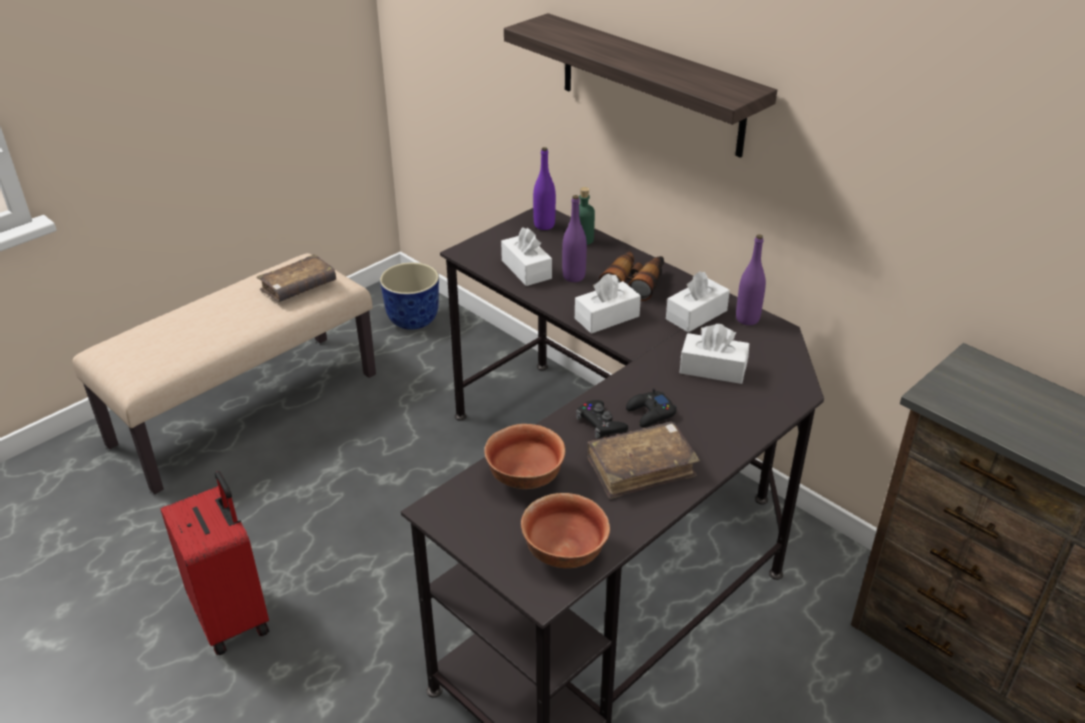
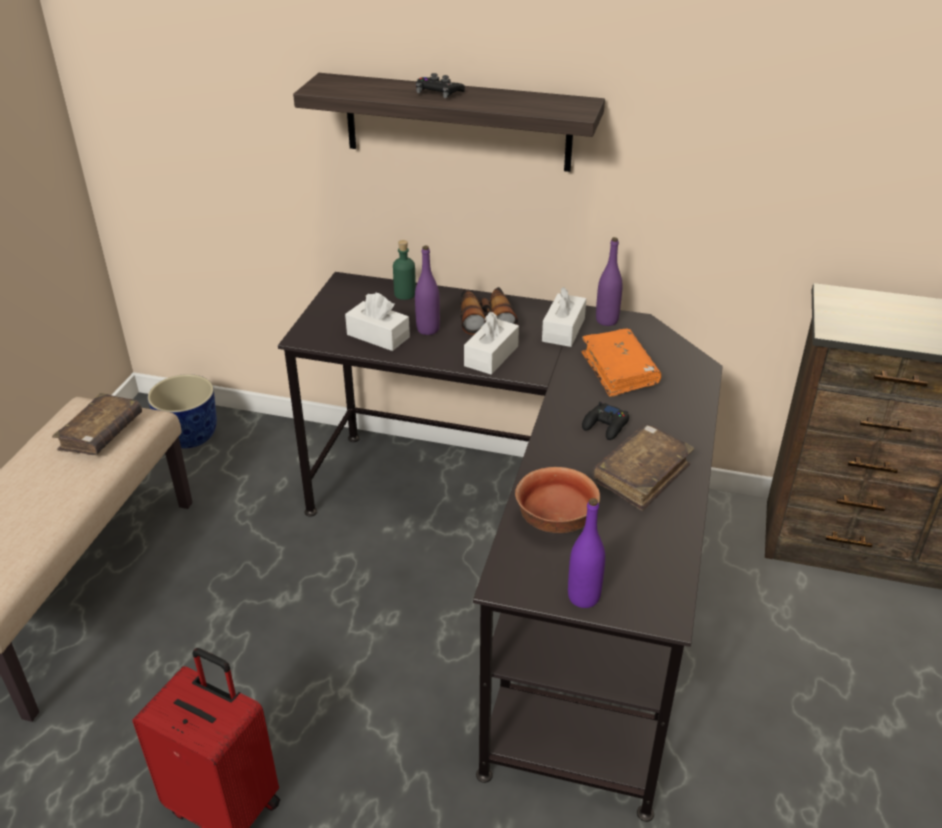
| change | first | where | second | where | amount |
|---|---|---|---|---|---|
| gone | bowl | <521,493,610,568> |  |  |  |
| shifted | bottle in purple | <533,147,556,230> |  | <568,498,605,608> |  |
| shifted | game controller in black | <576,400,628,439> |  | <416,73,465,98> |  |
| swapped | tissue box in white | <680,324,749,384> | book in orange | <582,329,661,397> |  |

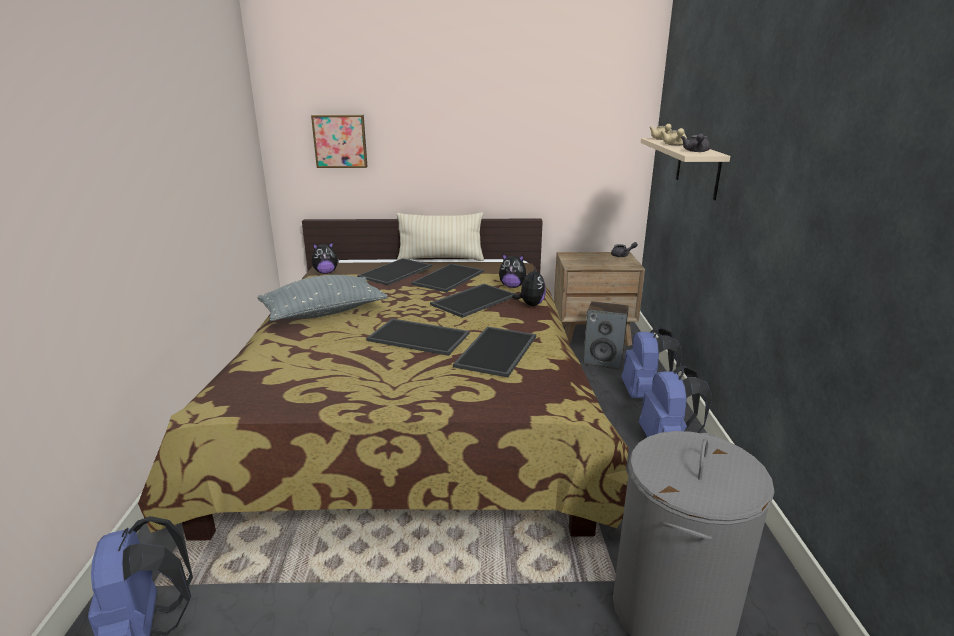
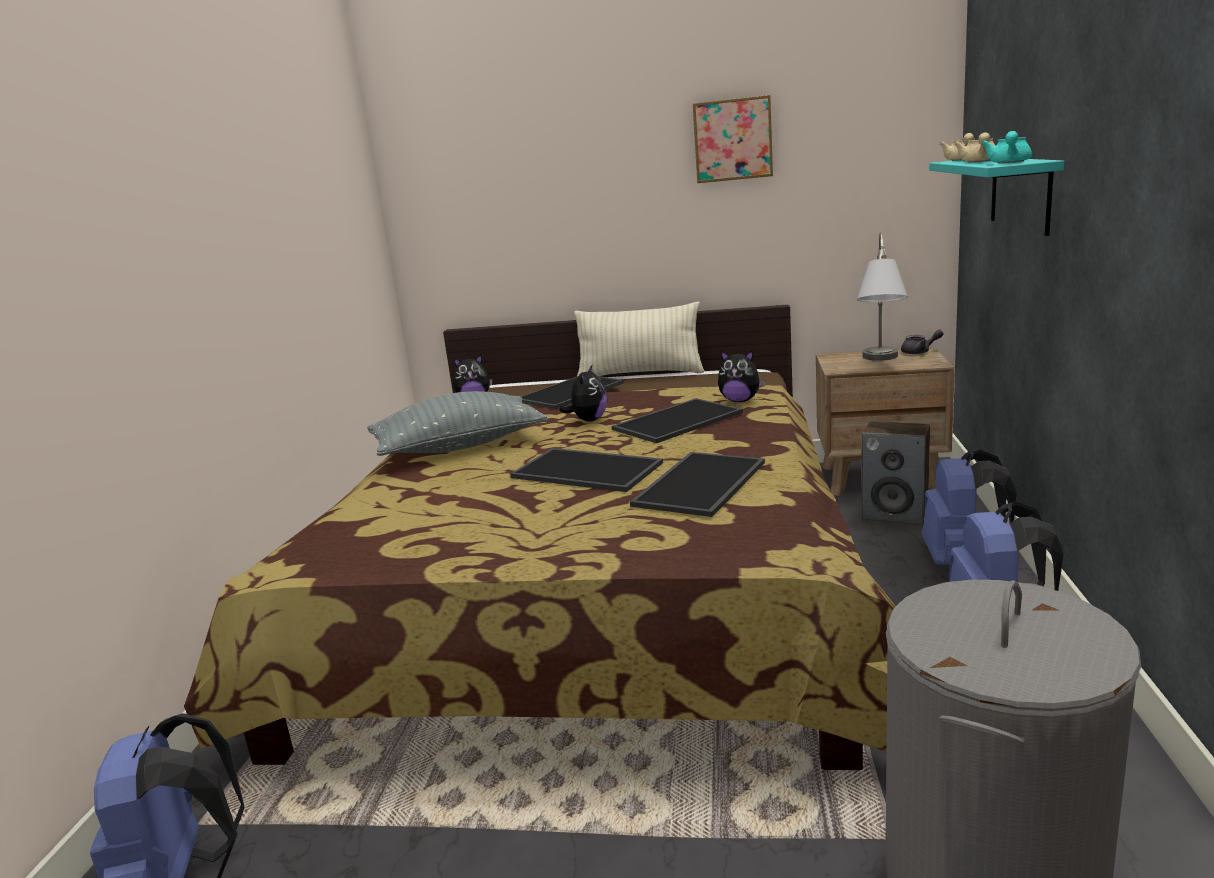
| change | first | where | second | where | amount |
|---|---|---|---|---|---|
| gone | tray | <411,264,484,292> |  |  |  |
| new |  |  | table lamp in grey | <857,232,908,361> |  |
| shifted | picture | <311,115,368,168> |  | <693,95,773,183> |  |
| shifted | plush toy | <512,266,546,306> |  | <559,365,607,422> |  |
| repainted | shelf in beige | <641,138,730,200> | shelf in turquoise | <929,159,1065,236> |  |
| repainted | teapot in grey | <681,133,710,152> | teapot in turquoise | <982,131,1032,163> |  |

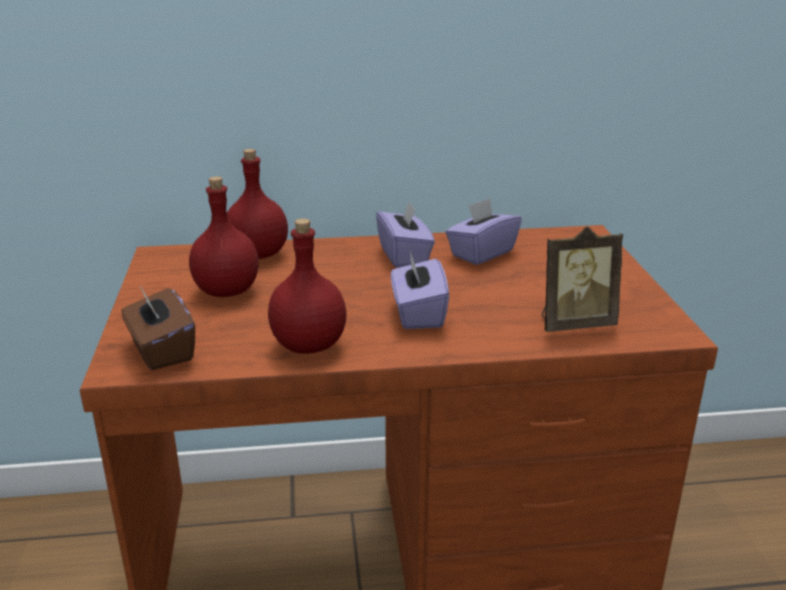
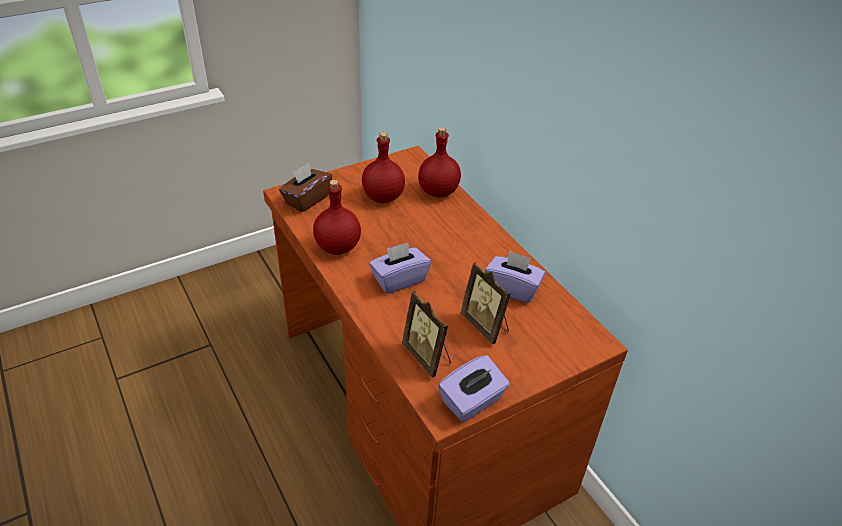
| change | first | where | second | where | amount |
|---|---|---|---|---|---|
| new |  |  | picture frame | <460,262,511,345> |  |
| shifted | tissue box in purple | <376,200,435,267> |  | <438,355,510,422> |  |

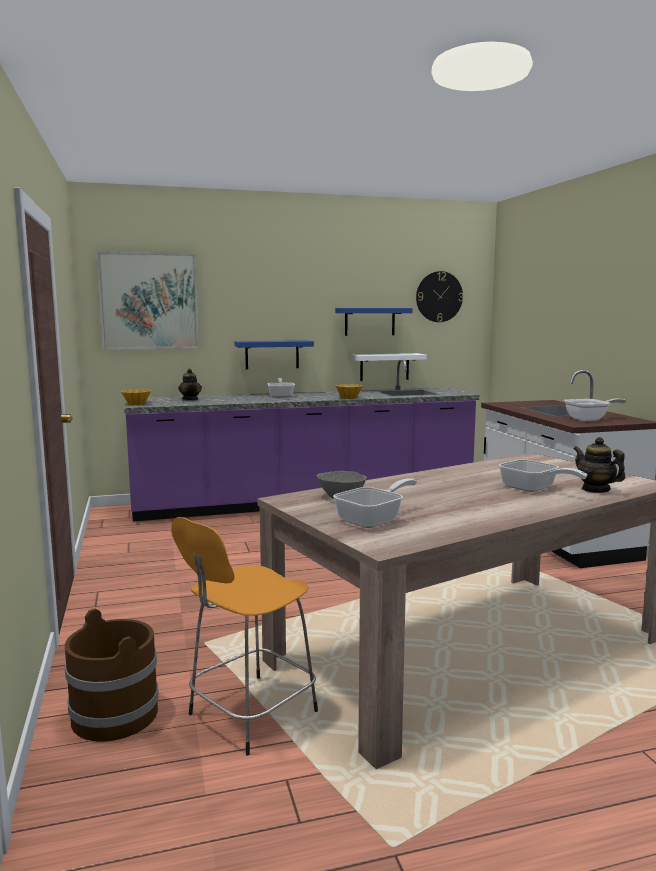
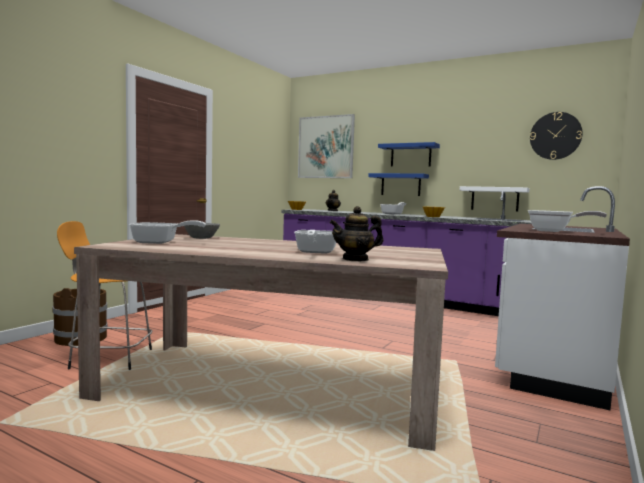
| change | first | where | second | where | amount |
|---|---|---|---|---|---|
| shifted | shelf in blue | <335,308,413,336> |  | <378,142,440,167> |  |
| rotated | teapot | <573,437,625,493> |  | <330,206,383,261> | 120 degrees counterclockwise |

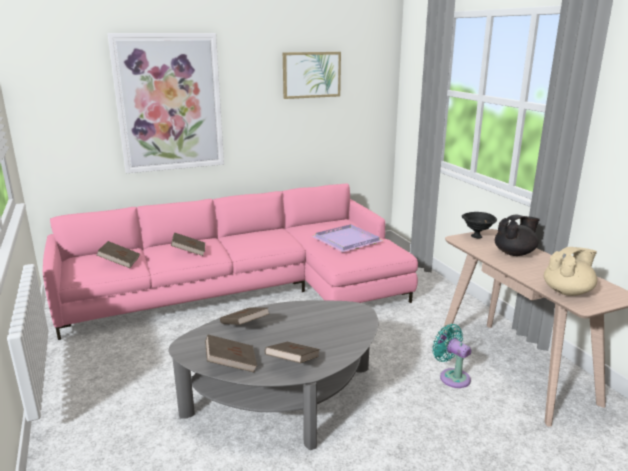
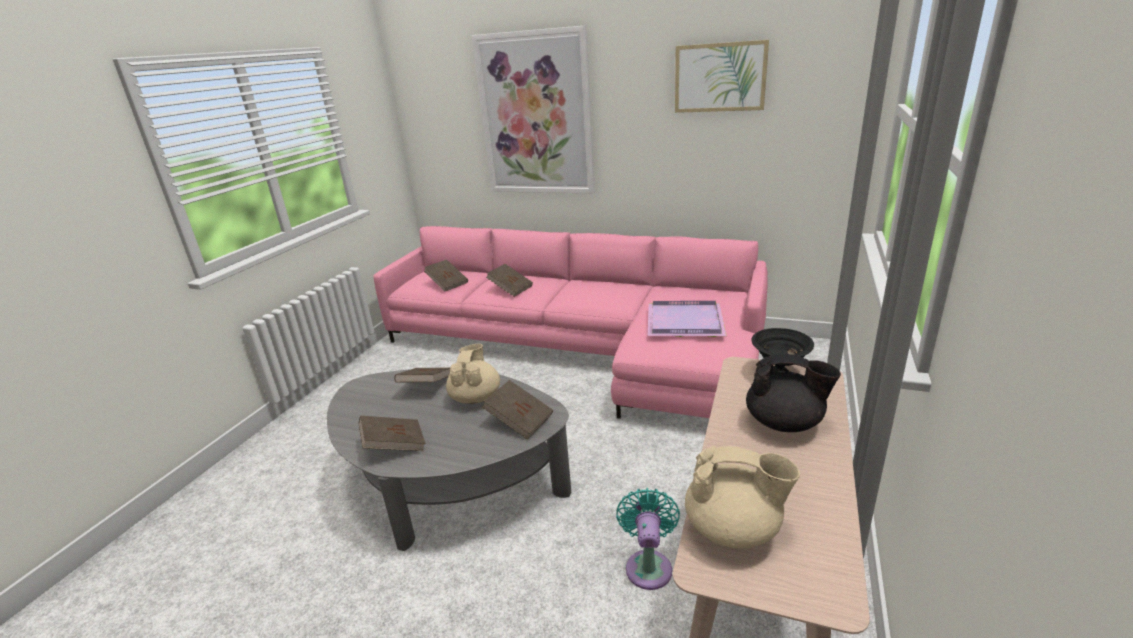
| change | first | where | second | where | amount |
|---|---|---|---|---|---|
| new |  |  | teapot in beige | <446,344,500,404> |  |
| shifted | book in brown | <205,335,257,373> |  | <482,380,553,439> |  |

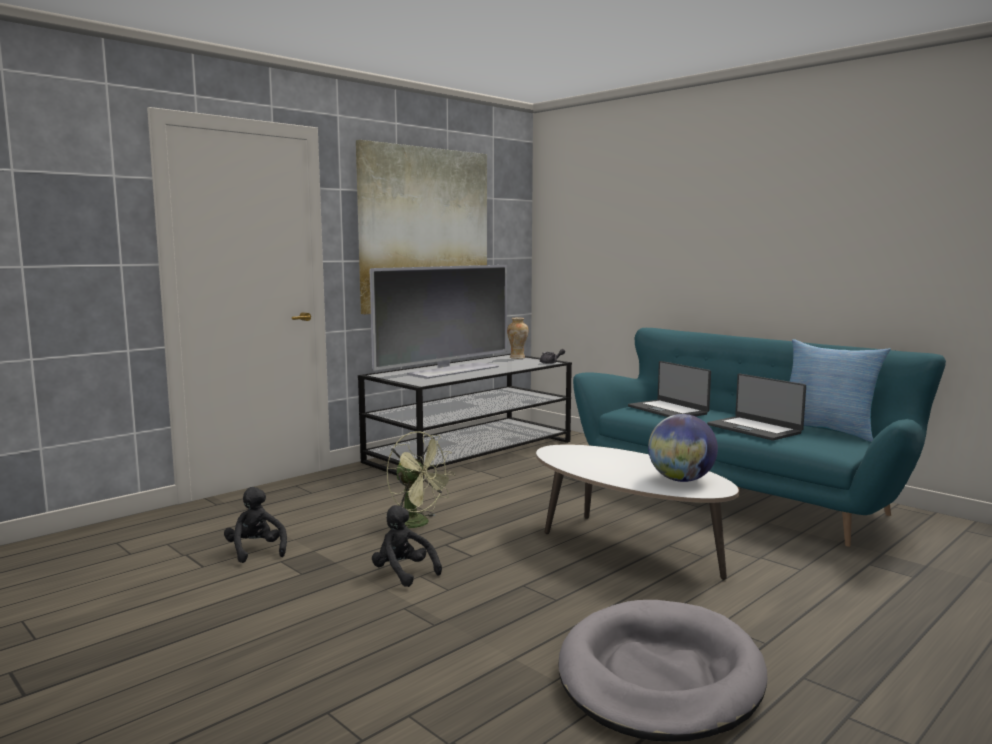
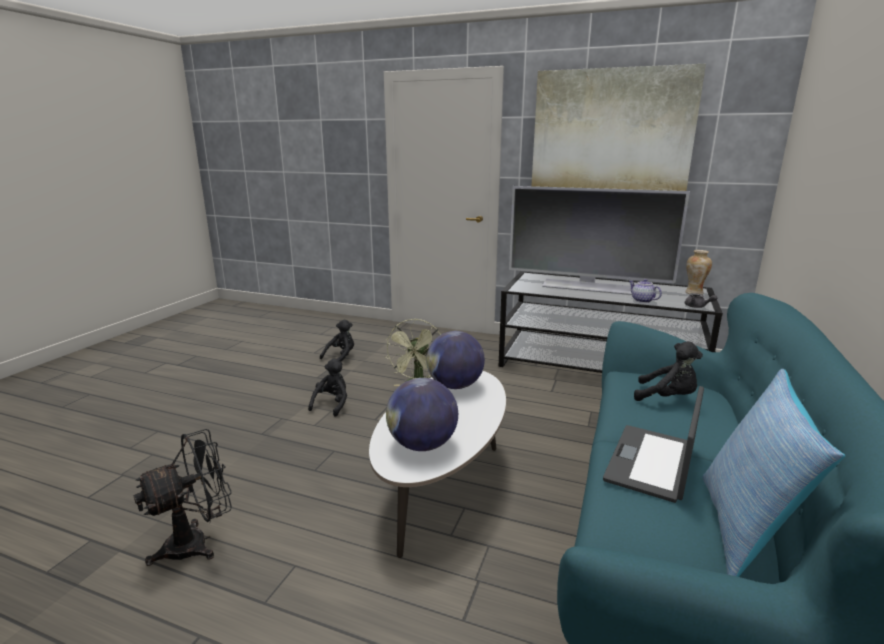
| change | first | where | second | where | amount |
|---|---|---|---|---|---|
| new |  |  | globe | <426,331,485,389> |  |
| new |  |  | teapot | <629,279,662,303> |  |
| swapped | dog bed in grey | <558,600,768,742> | fan in black | <133,429,232,566> |  |
| swapped | laptop | <628,361,711,417> | plush toy in black | <634,341,703,401> |  |

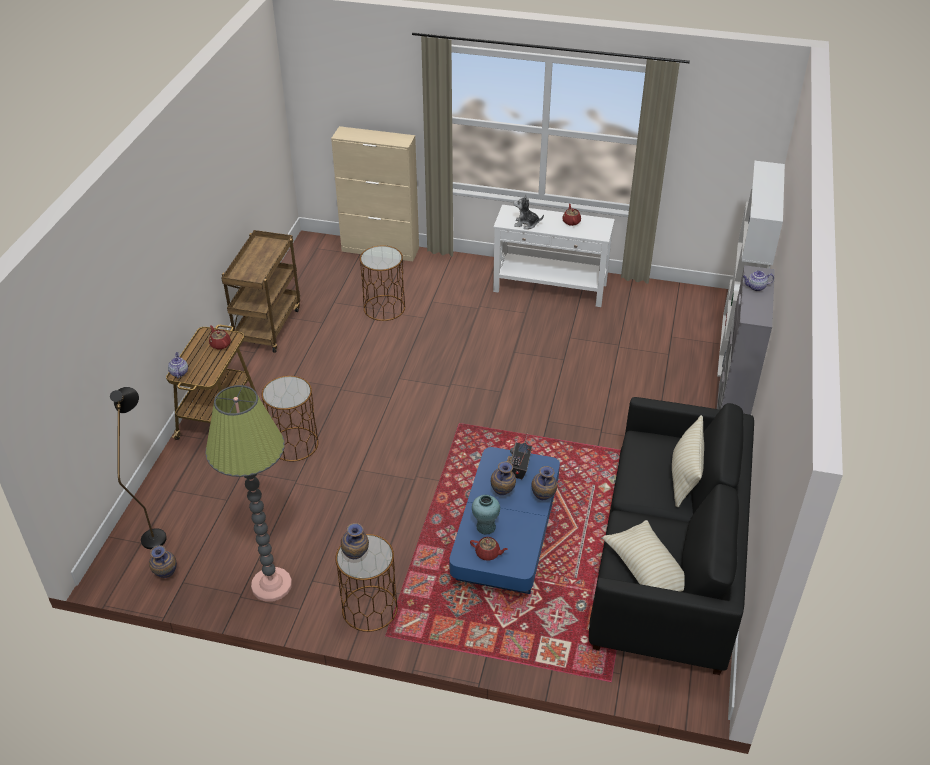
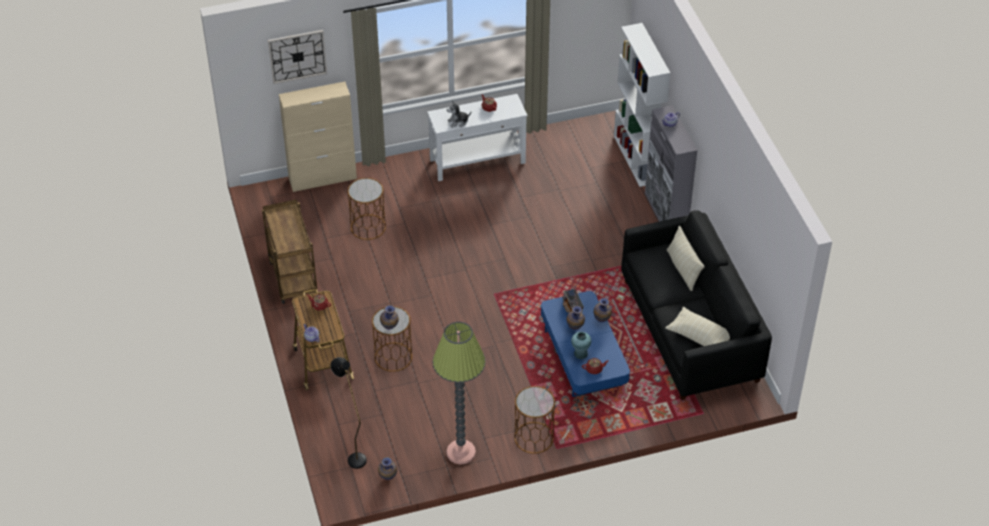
| change | first | where | second | where | amount |
|---|---|---|---|---|---|
| new |  |  | wall clock | <268,30,327,84> |  |
| shifted | vase | <341,523,369,559> |  | <380,305,399,330> |  |

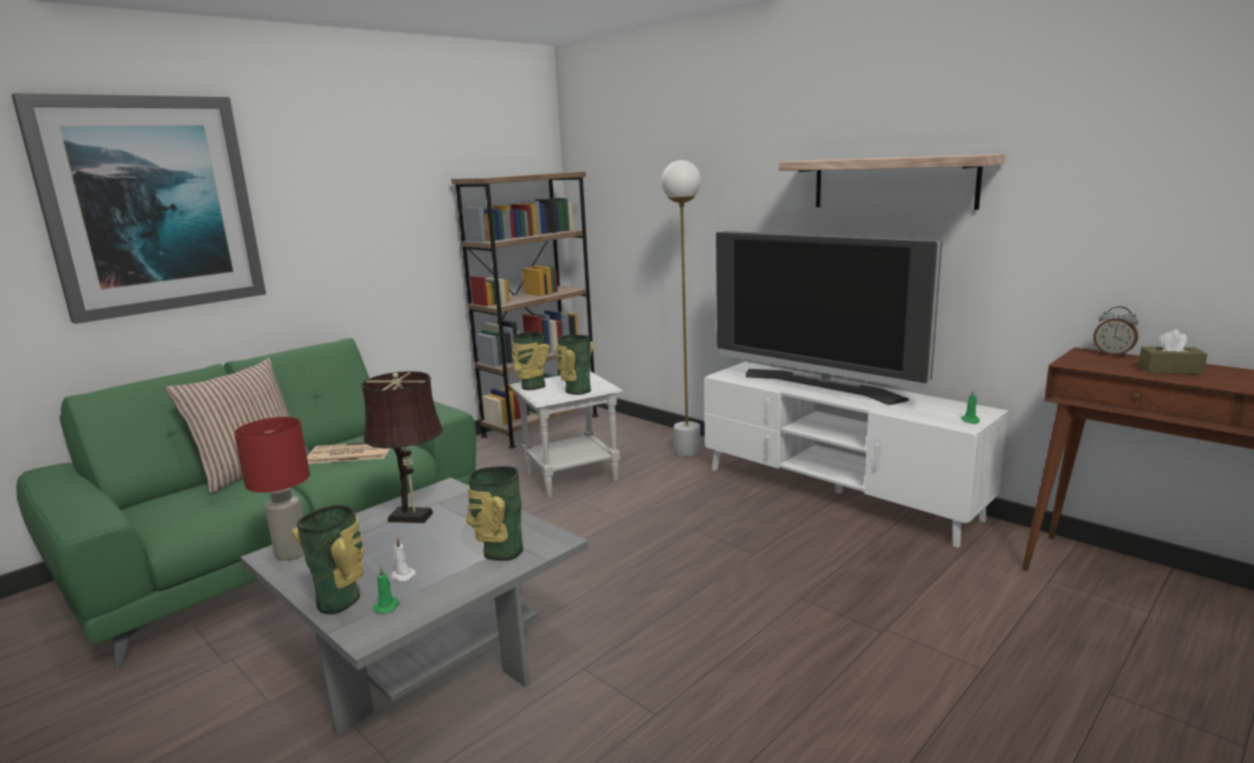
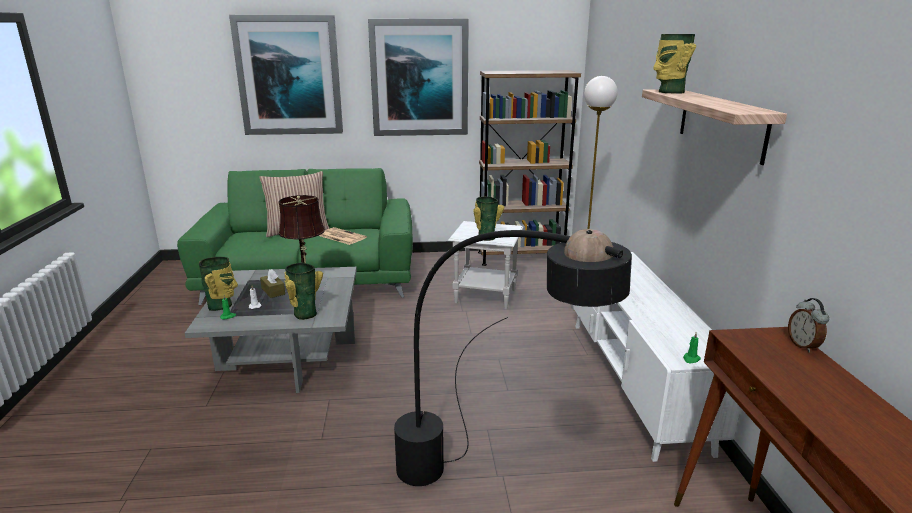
| change | first | where | second | where | amount |
|---|---|---|---|---|---|
| gone | table lamp in red | <234,417,310,560> |  |  |  |
| gone | television | <716,231,942,405> |  |  |  |
| new |  |  | picture | <368,19,469,136> |  |
| new |  |  | floor lamp in black | <394,229,632,486> |  |
| shifted | vase | <512,332,550,390> |  | <653,34,696,93> |  |
| shifted | tissue box in brown | <1138,329,1207,375> |  | <260,269,285,298> |  |

